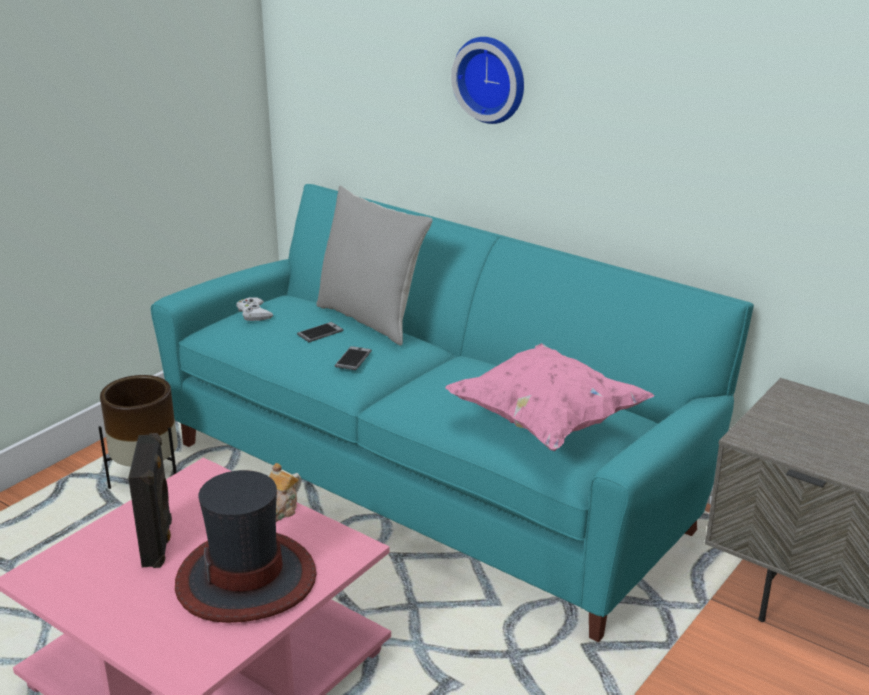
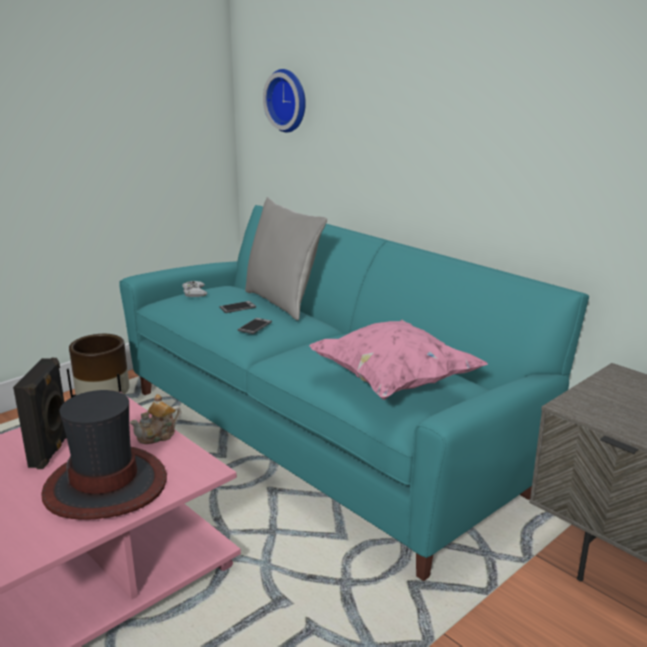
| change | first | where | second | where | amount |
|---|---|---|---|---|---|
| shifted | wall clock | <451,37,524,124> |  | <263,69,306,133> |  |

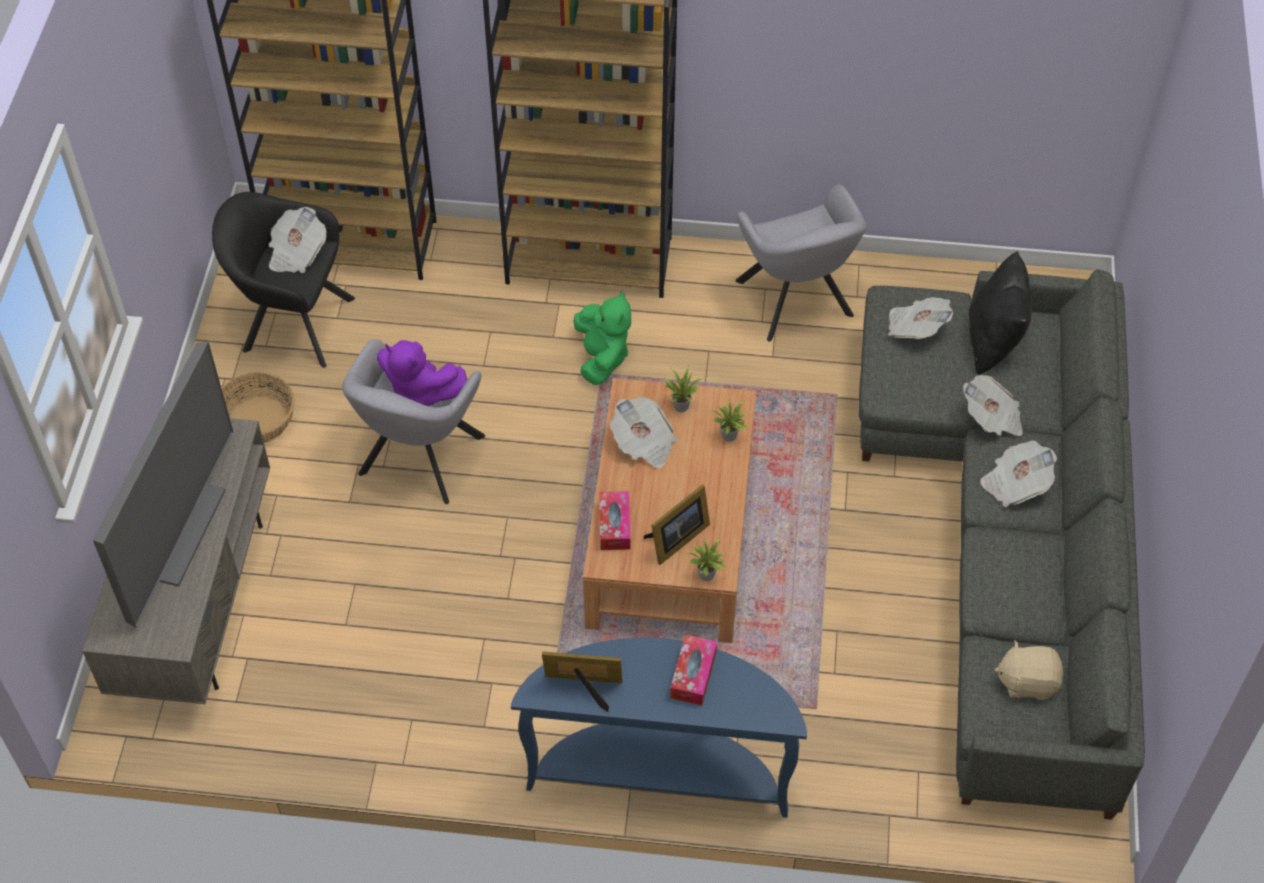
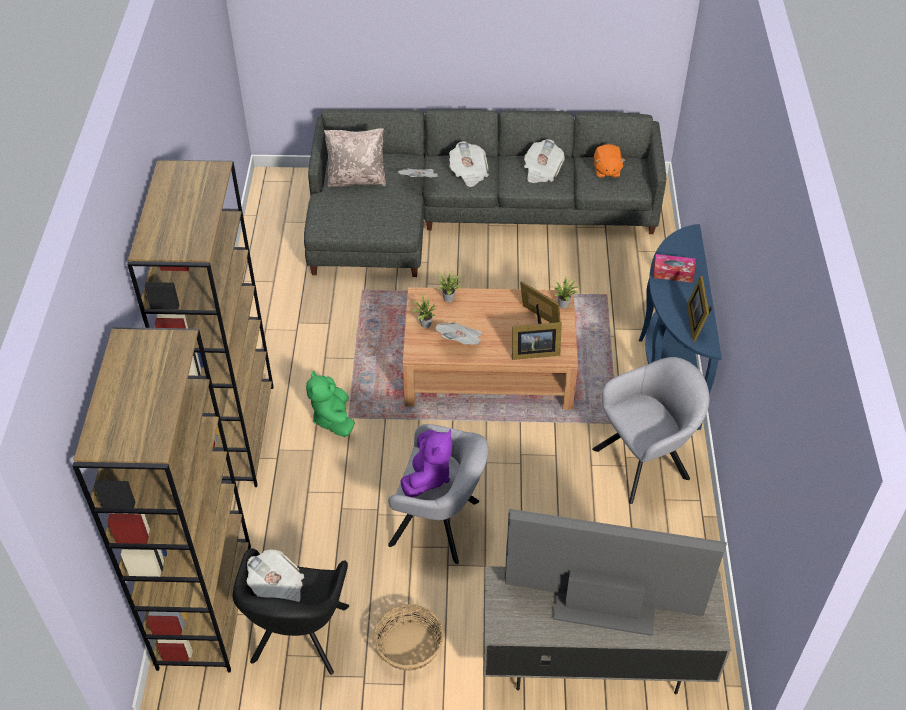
| change | first | where | second | where | amount |
|---|---|---|---|---|---|
| shifted | armchair in grey | <736,184,867,341> |  | <592,357,710,504> |  |
| shifted | newspaper | <888,297,953,339> |  | <524,139,565,183> |  |
| swapped | tissue box | <599,491,630,550> | picture frame | <512,322,562,360> |  |
| repainted | pillow in black | <969,251,1032,375> | pillow in beige | <324,128,386,187> |  |
| repainted | plush toy in beige | <994,640,1064,700> | plush toy in orange | <594,144,626,178> |  |
| rotated | plush toy in green | <574,291,631,385> |  | <306,371,355,437> | 90 degrees counterclockwise |

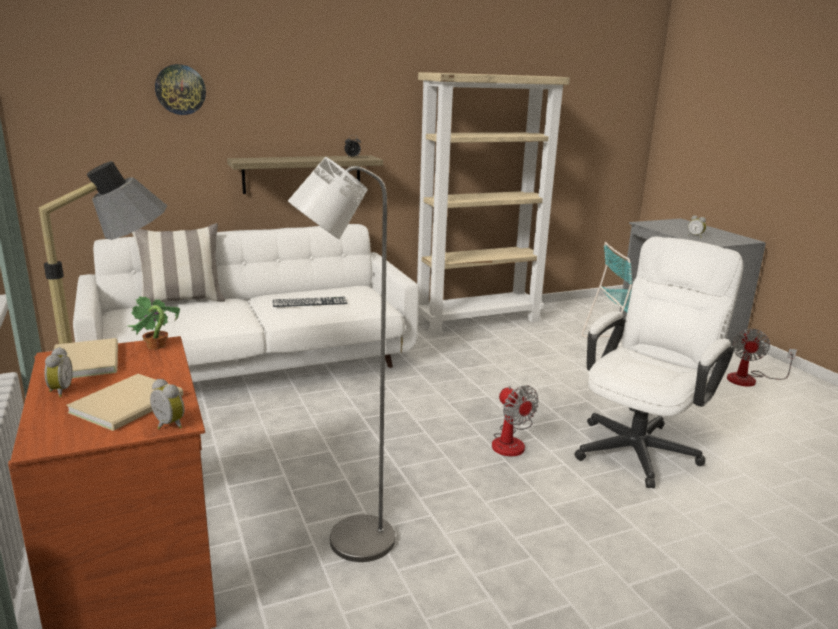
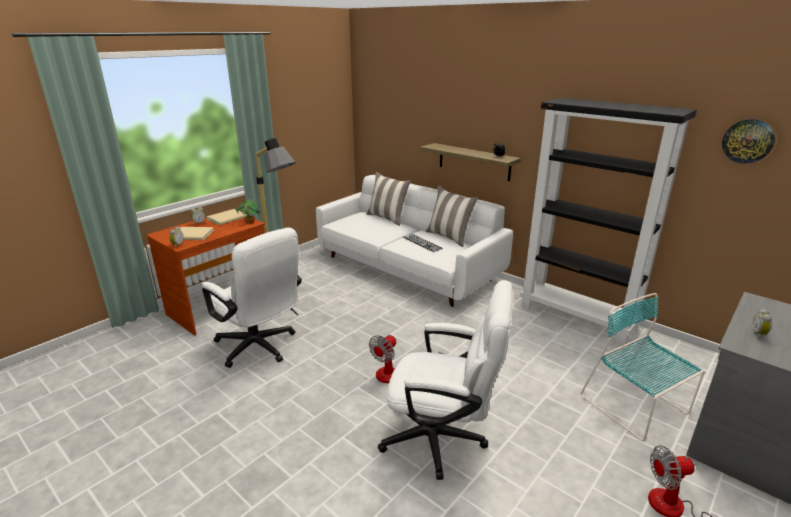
| change | first | where | second | where | amount |
|---|---|---|---|---|---|
| new |  |  | pillow | <426,186,478,247> |  |
| shifted | wall clock | <155,64,206,115> |  | <722,119,775,163> |  |
| swapped | floor lamp in grey | <288,157,395,562> | office chair in white | <202,228,302,368> |  |
| repainted | bookcase in beige | <417,72,570,336> | bookcase in black | <520,98,697,345> |  |

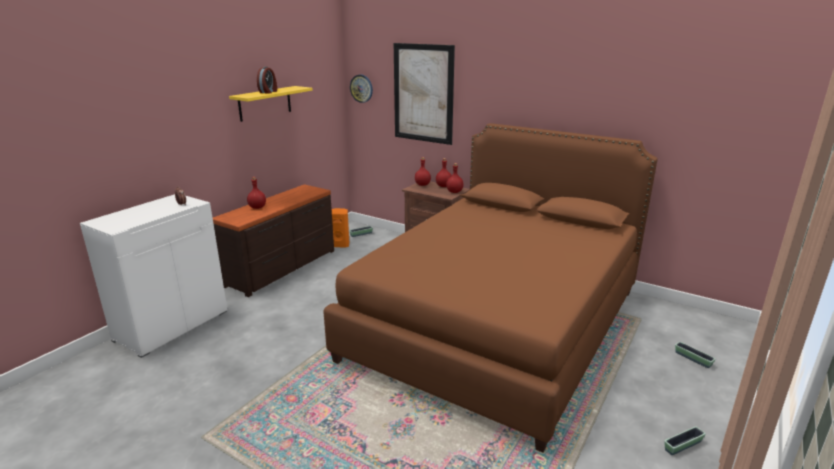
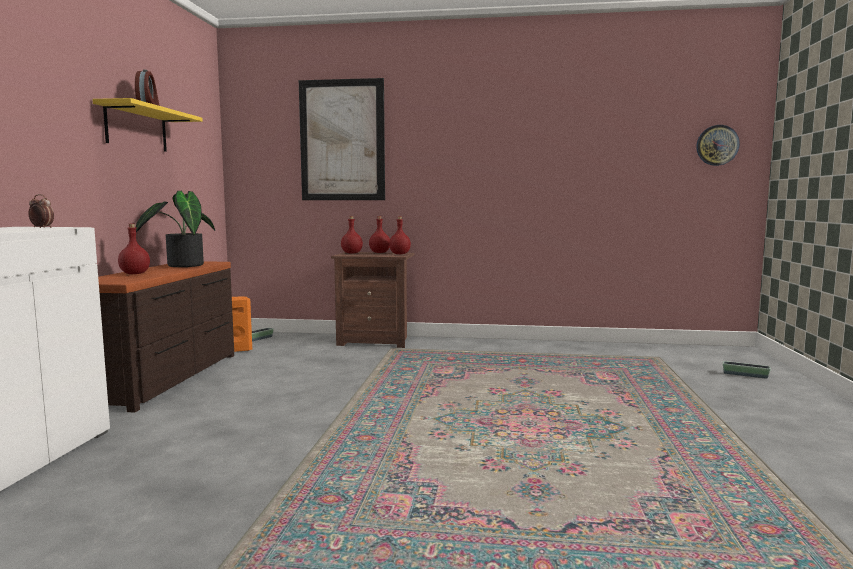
| change | first | where | second | where | amount |
|---|---|---|---|---|---|
| gone | bed in brown | <323,123,658,453> |  |  |  |
| gone | planter | <664,426,706,455> |  |  |  |
| new |  |  | potted plant | <136,191,215,267> |  |
| shifted | wall clock | <350,75,373,103> |  | <696,125,740,166> |  |

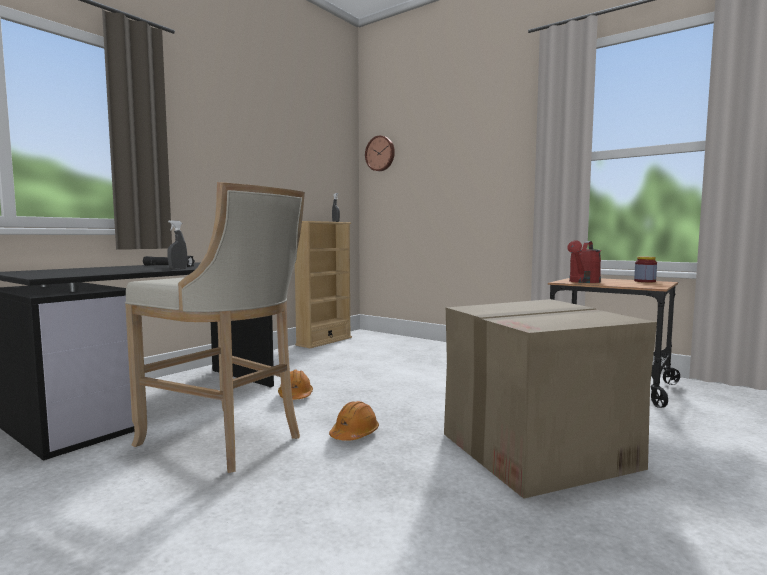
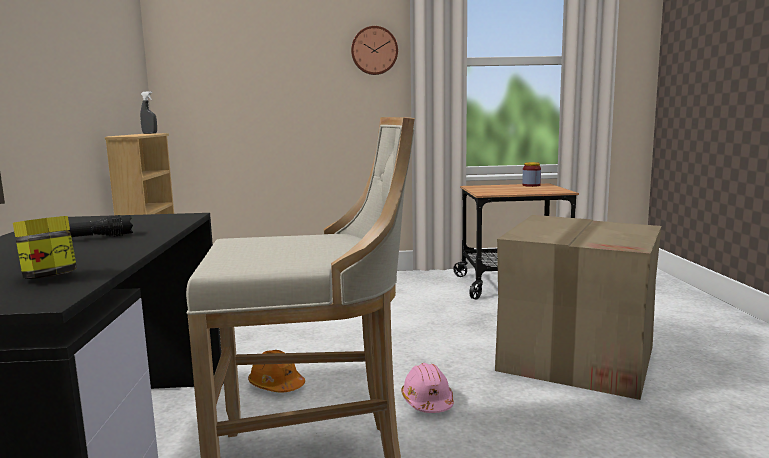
| change | first | where | second | where | amount |
|---|---|---|---|---|---|
| gone | spray bottle in grey | <167,220,187,269> |  |  |  |
| gone | watering can in red | <567,240,601,283> |  |  |  |
| new |  |  | jar | <13,216,77,279> |  |
| shifted | wall clock | <365,136,395,171> |  | <351,26,398,75> |  |
| repainted | hard hat in orange | <329,401,379,441> | hard hat in pink | <401,363,454,413> |  |

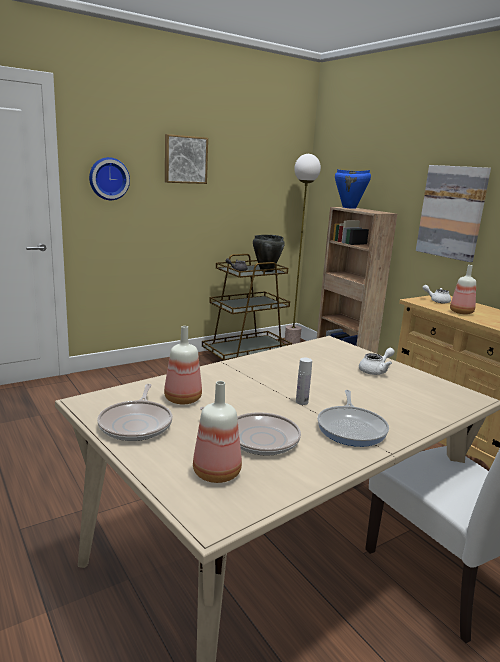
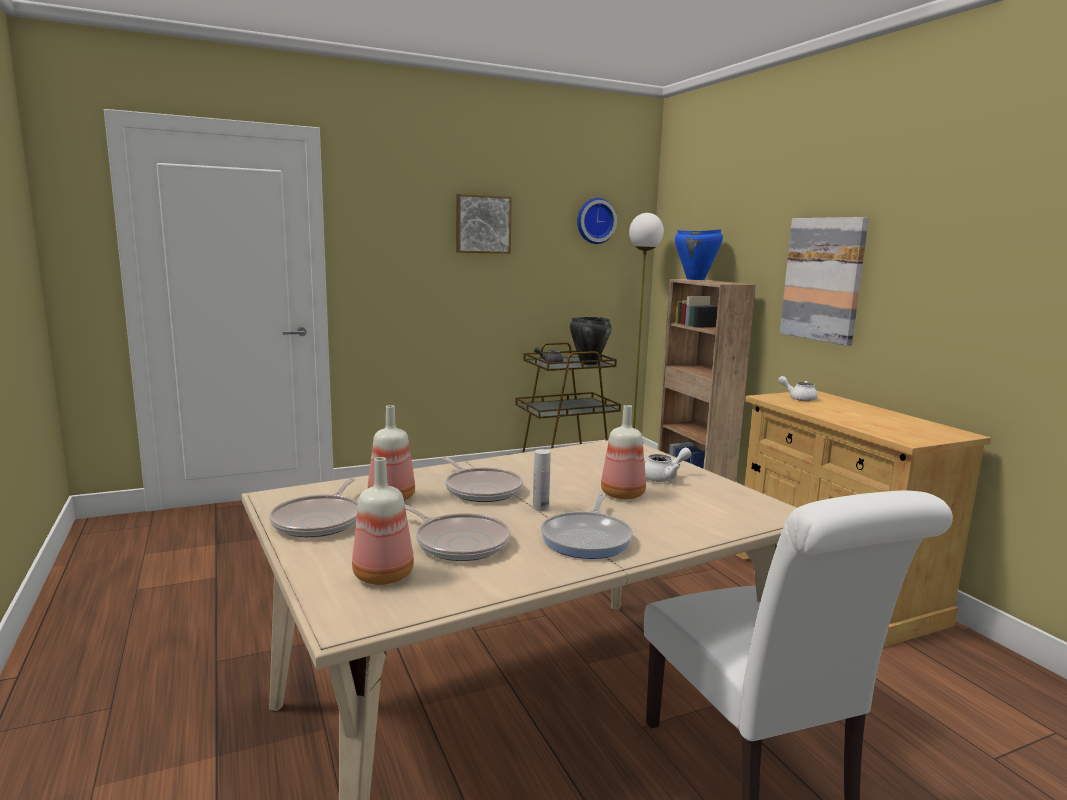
| change | first | where | second | where | amount |
|---|---|---|---|---|---|
| new |  |  | frying pan | <442,457,523,502> |  |
| shifted | wall clock | <89,157,130,200> |  | <577,198,617,244> |  |
| shifted | bottle | <450,265,476,314> |  | <601,405,646,499> |  |

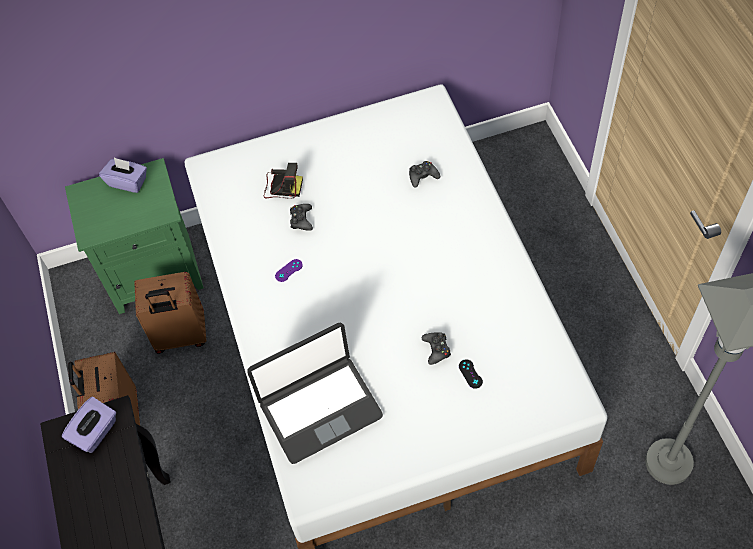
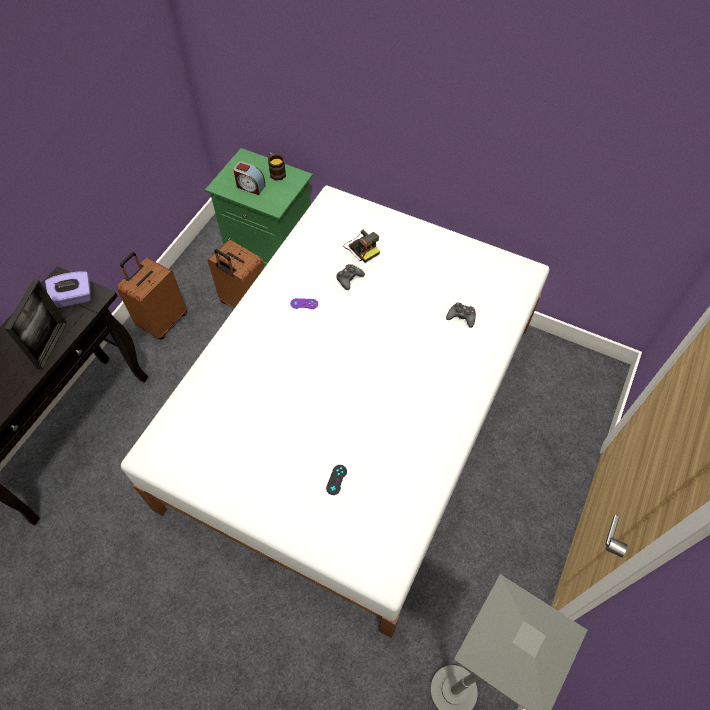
| change | first | where | second | where | amount |
|---|---|---|---|---|---|
| gone | laptop | <247,323,383,464> |  |  |  |
| gone | game controller in black | <422,332,451,365> |  |  |  |
| new |  |  | picture frame | <4,279,67,370> |  |
| new |  |  | alarm clock | <233,161,266,195> |  |
| swapped | tissue box in purple | <99,157,147,193> | mug | <268,152,286,180> |  |

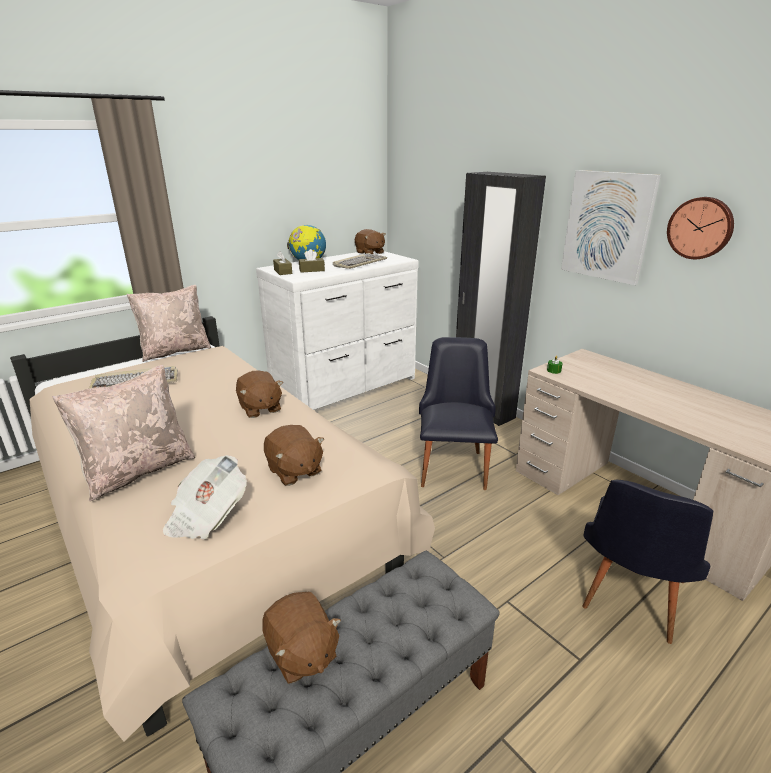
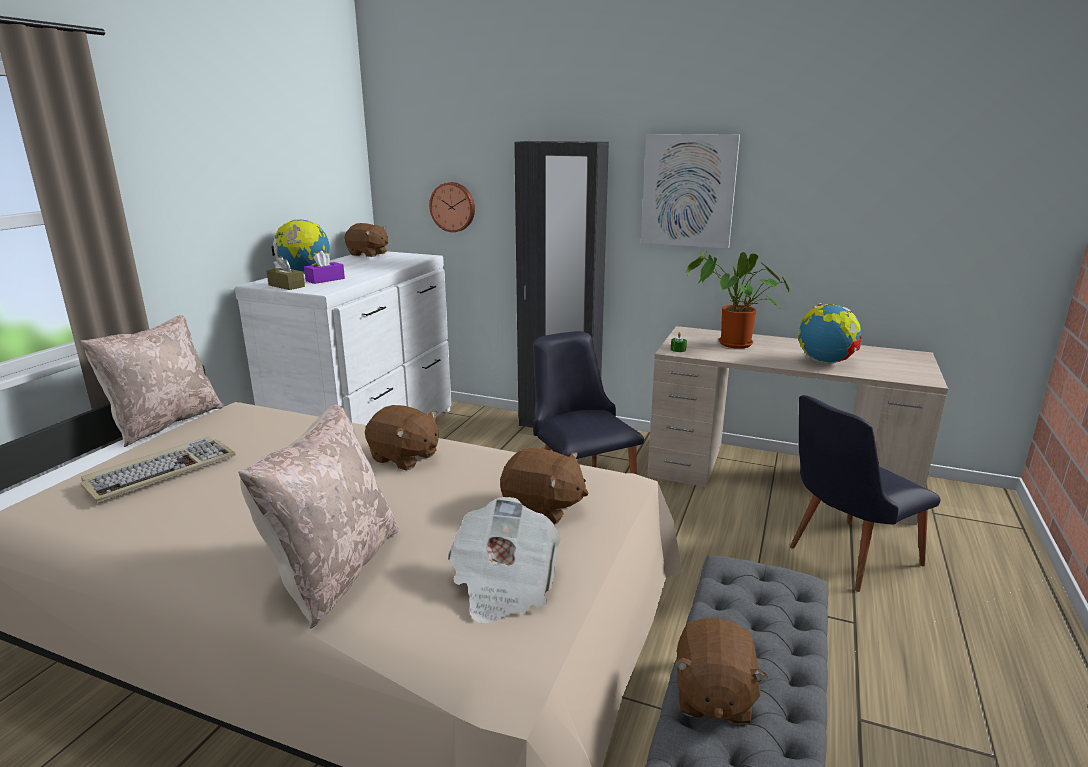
| change | first | where | second | where | amount |
|---|---|---|---|---|---|
| gone | keyboard | <333,253,387,269> |  |  |  |
| new |  |  | potted plant | <687,251,789,349> |  |
| new |  |  | globe | <798,303,862,364> |  |
| shifted | wall clock | <667,197,734,259> |  | <429,182,475,232> |  |
| repainted | tissue box in brown | <299,249,325,273> | tissue box in purple | <304,251,345,284> |  |
| rotated | plush toy in brown | <262,592,341,684> |  | <674,618,768,725> | 75 degrees clockwise |
| rotated | chair in black | <582,480,713,644> |  | <790,395,941,592> | 60 degrees clockwise |

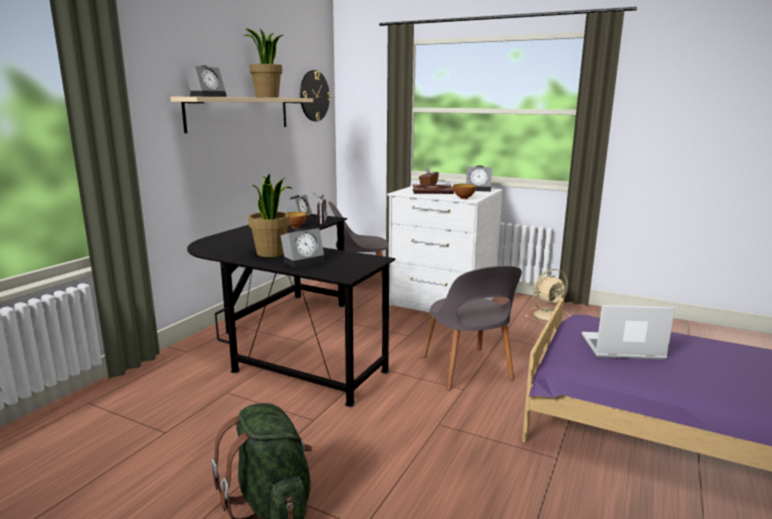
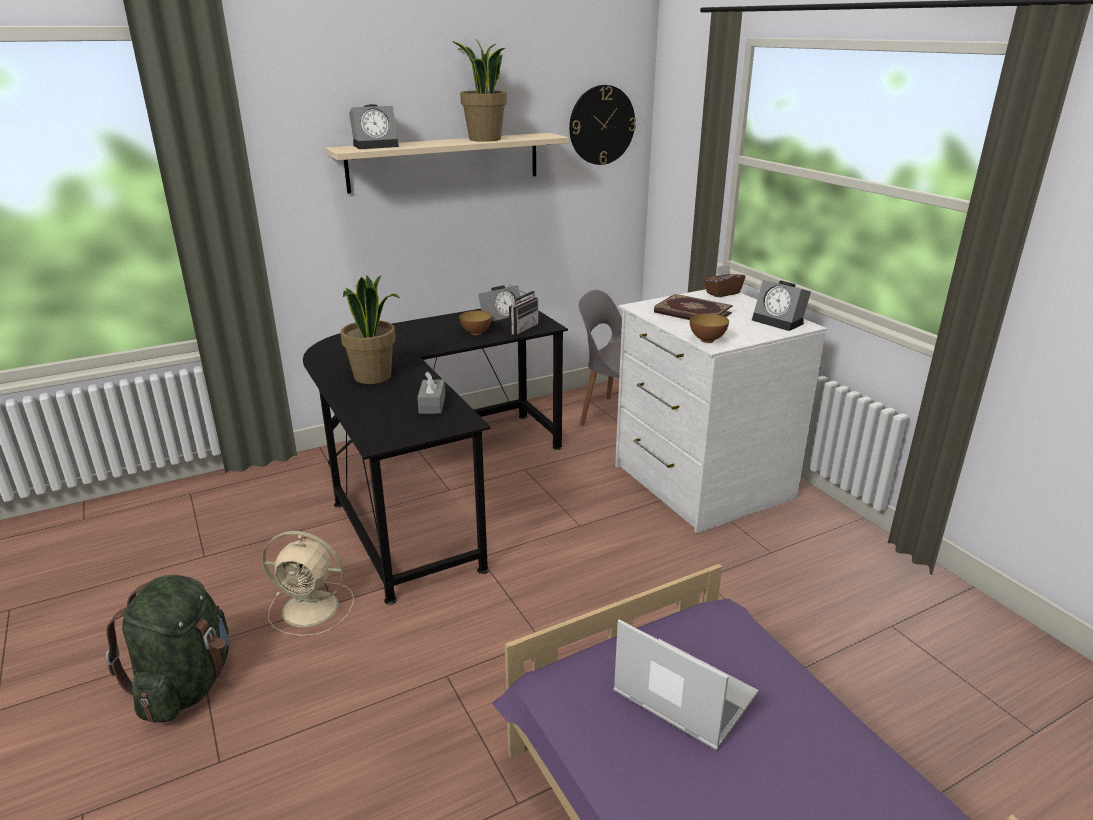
| change | first | where | second | where | amount |
|---|---|---|---|---|---|
| gone | alarm clock | <280,228,325,268> |  |  |  |
| gone | chair in grey | <422,266,522,390> |  |  |  |
| new |  |  | tissue box in grey | <417,372,445,414> |  |
| shifted | fan in beige | <525,269,571,323> |  | <262,531,354,636> |  |

